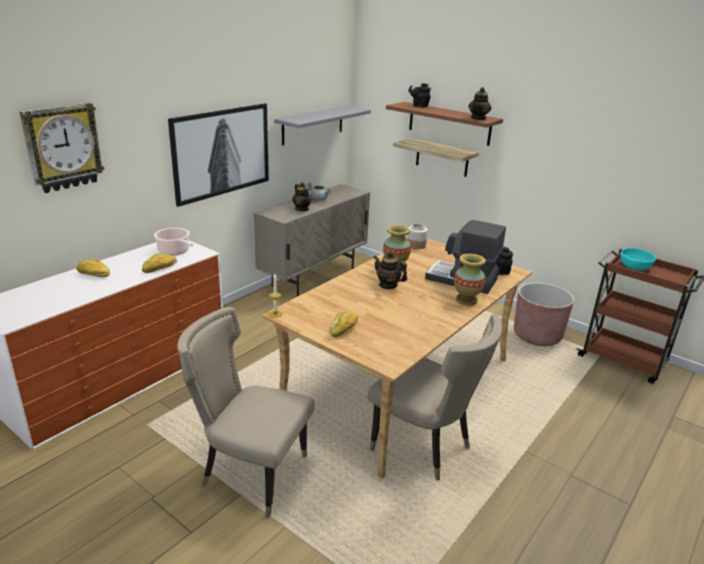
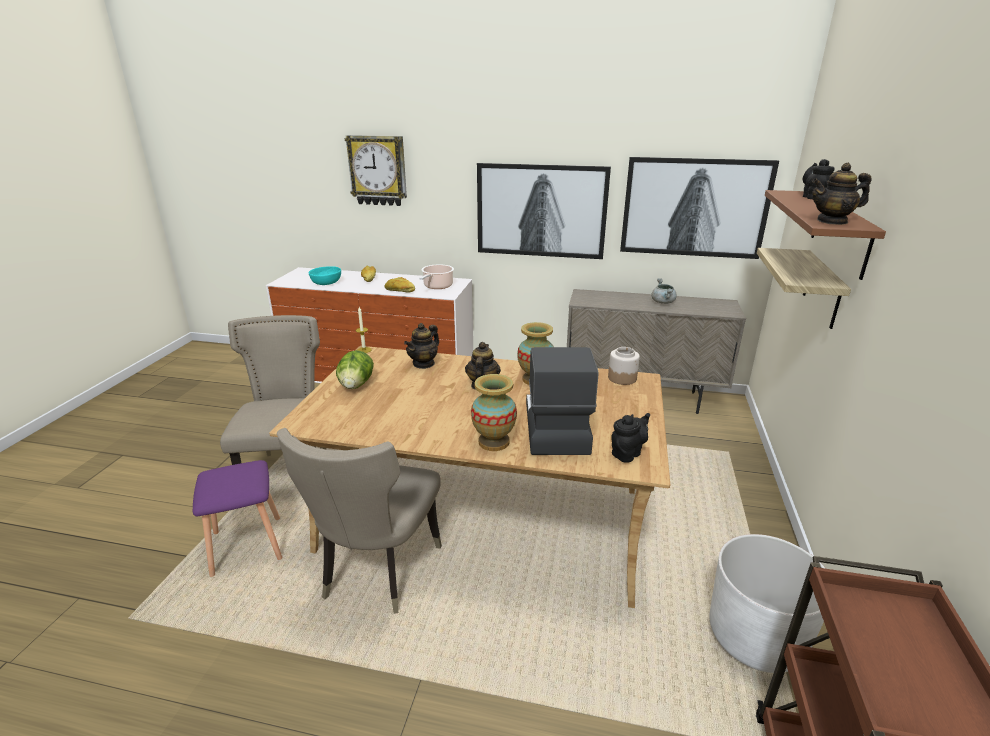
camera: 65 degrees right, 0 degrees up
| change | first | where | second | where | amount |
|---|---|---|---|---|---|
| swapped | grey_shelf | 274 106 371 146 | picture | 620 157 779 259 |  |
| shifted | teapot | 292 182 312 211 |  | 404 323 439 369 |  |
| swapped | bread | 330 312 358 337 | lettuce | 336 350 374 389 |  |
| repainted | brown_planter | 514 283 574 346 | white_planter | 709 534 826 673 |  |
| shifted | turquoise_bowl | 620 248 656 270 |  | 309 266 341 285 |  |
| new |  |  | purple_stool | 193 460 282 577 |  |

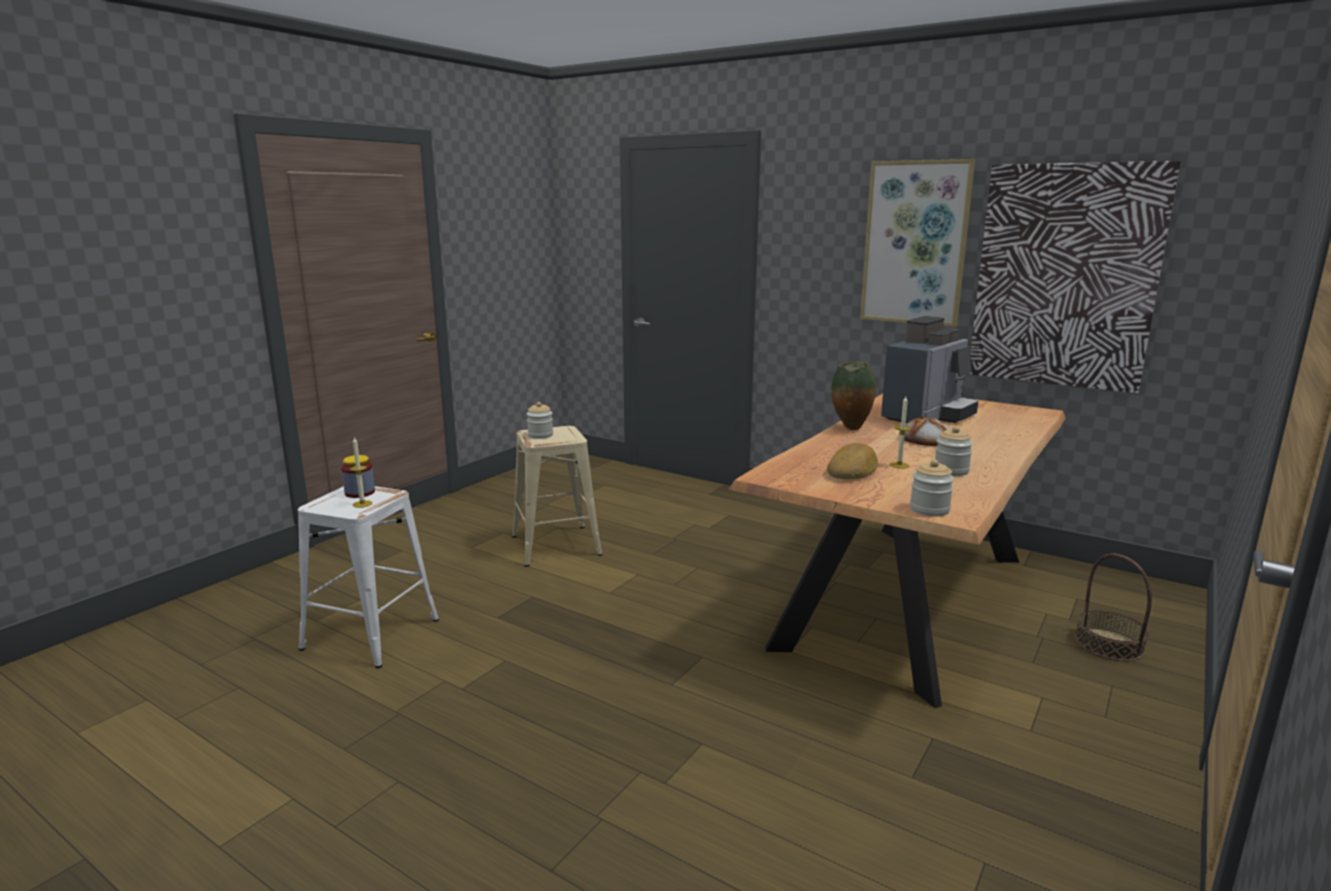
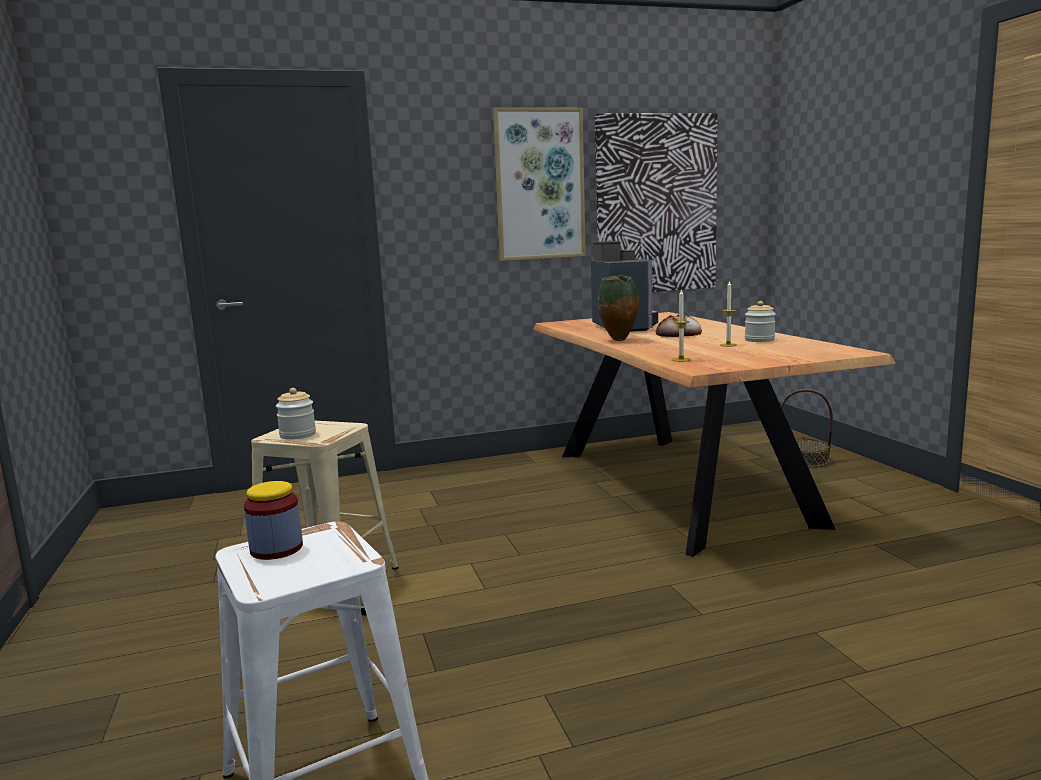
camera: 50 degrees left, 5 degrees down
| change | first | where | second | where | amount |
|---|---|---|---|---|---|
| shifted | candle | 350 437 372 508 |  | 672 289 691 362 |  |
| gone | bread | 827 443 878 480 |  |  |  |
| gone | jar | 910 460 954 517 |  |  |  |

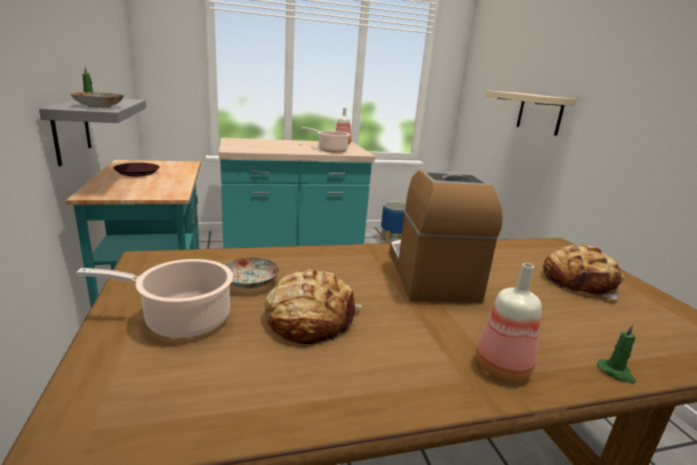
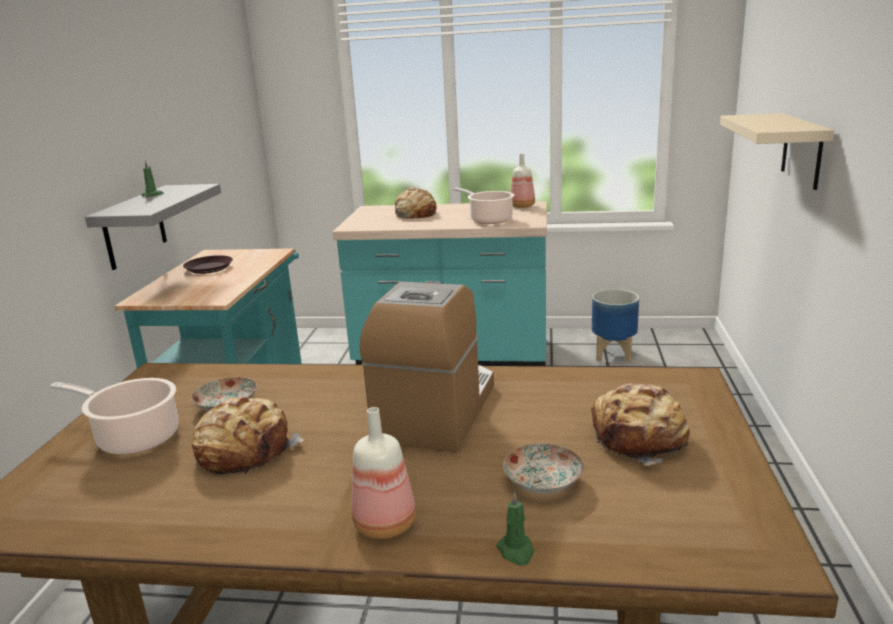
camera: 25 degrees right, 0 degrees up
| change | first | where | second | where | amount |
|---|---|---|---|---|---|
| shifted | plate | 70 92 124 108 |  | 503 443 584 494 |  |
| new |  |  | bread | 395 188 437 219 |  |

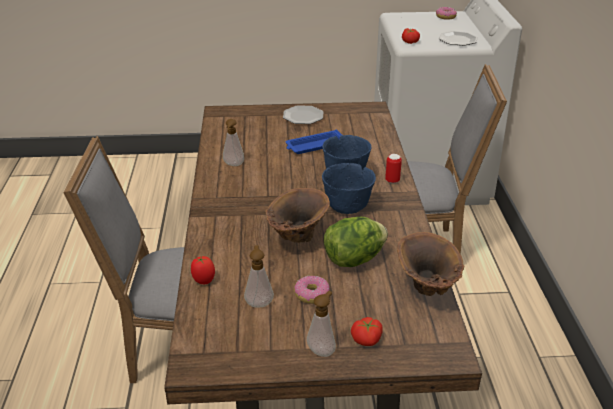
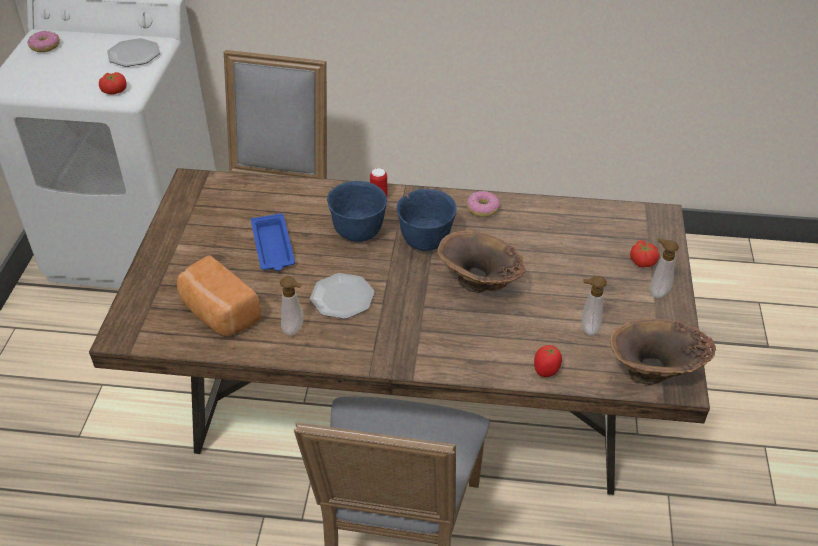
camera: 80 degrees left, 10 degrees up
| change | first | where | second | where | amount |
|---|---|---|---|---|---|
| shifted | plate | 283 105 323 124 |  | 310 273 375 319 |  |
| shifted | donut | 294 276 330 304 |  | 467 191 500 217 |  |
| gone | lettuce | 324 217 388 267 |  |  |  |
| shifted | brown_vase | 397 232 464 296 |  | 610 319 716 385 |  |
| new |  |  | bread | 177 255 261 336 |  |

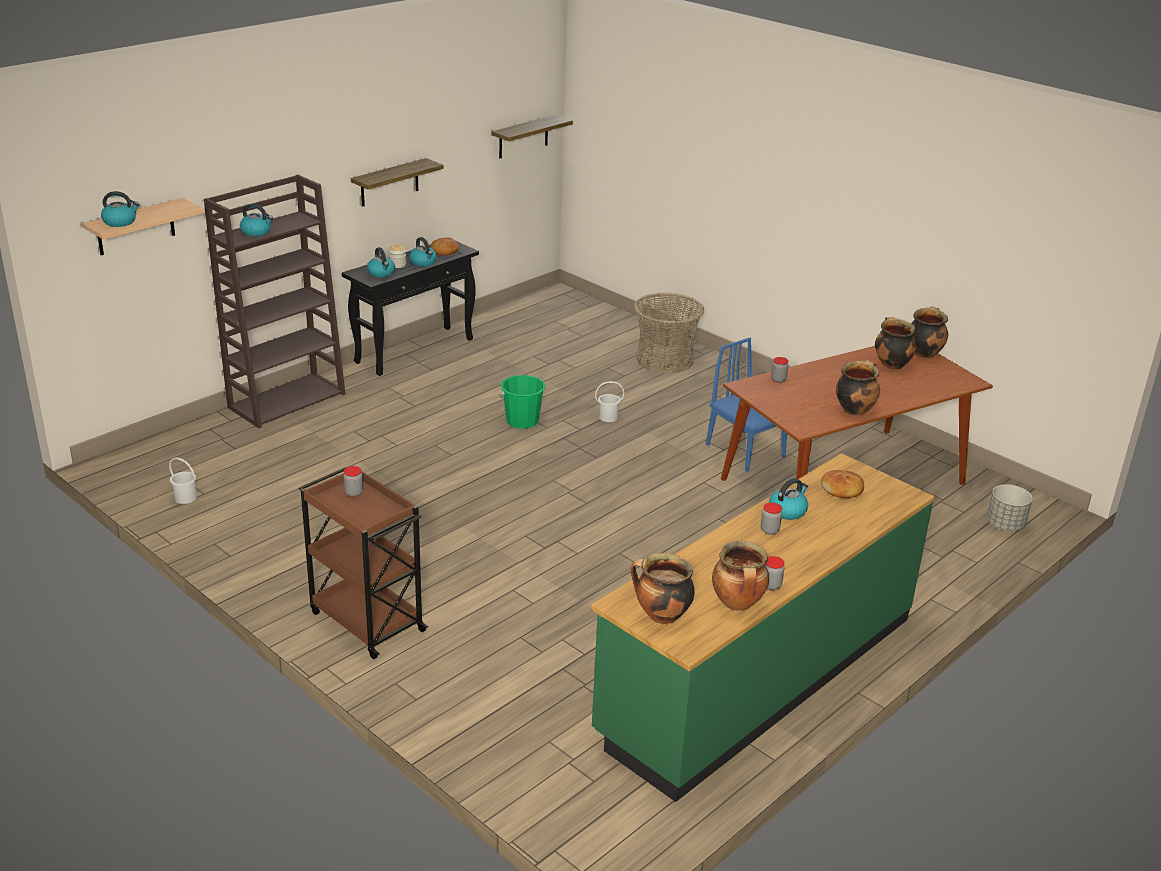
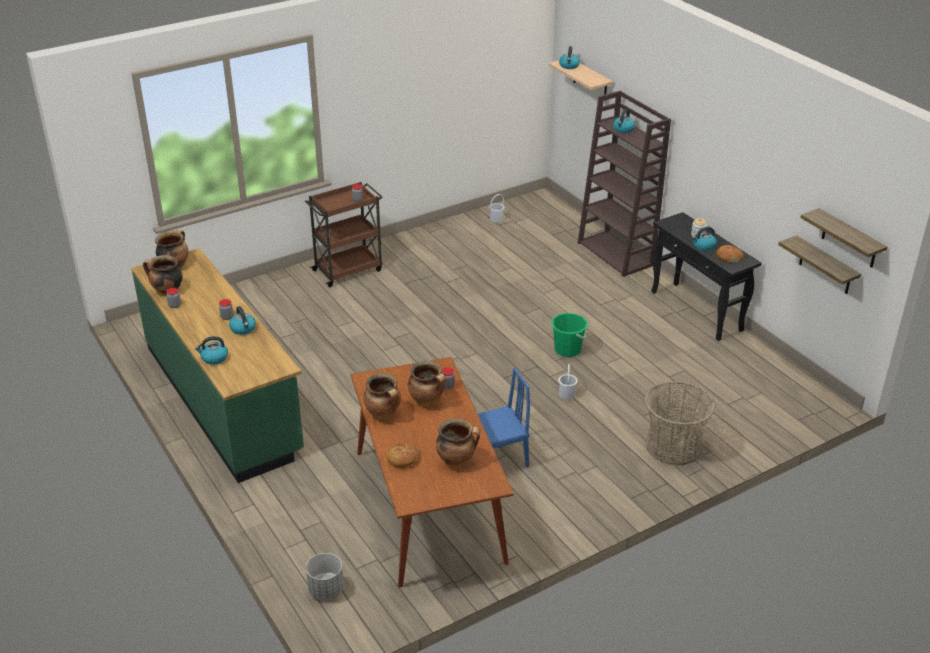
camera: 105 degrees right, 5 degrees up
| change | first | where | second | where | amount |
|---|---|---|---|---|---|
| shifted | shelf | 351 158 444 207 |  | 778 235 861 294 |  |
| shifted | kettle | 367 247 395 277 |  | 195 336 228 365 |  |
| shifted | bread | 821 470 864 498 |  | 387 442 418 468 |  |
| shifted | cooking_pot | 911 306 948 358 |  | 408 361 446 406 |  |

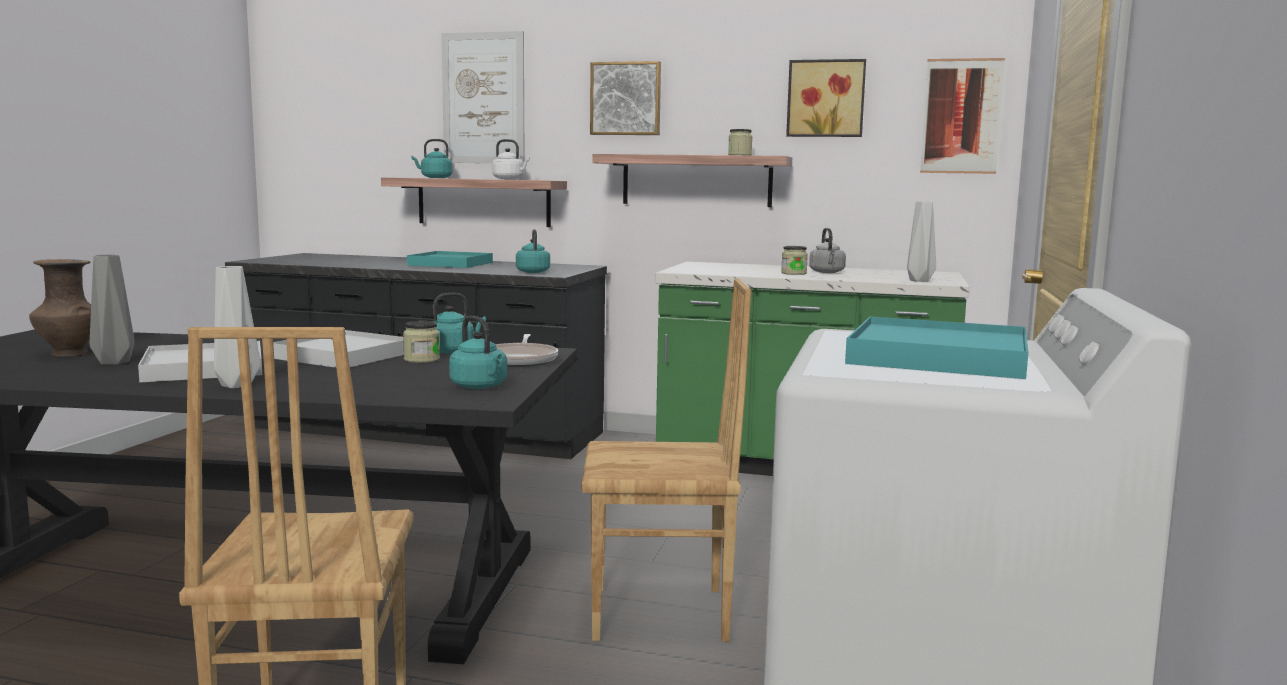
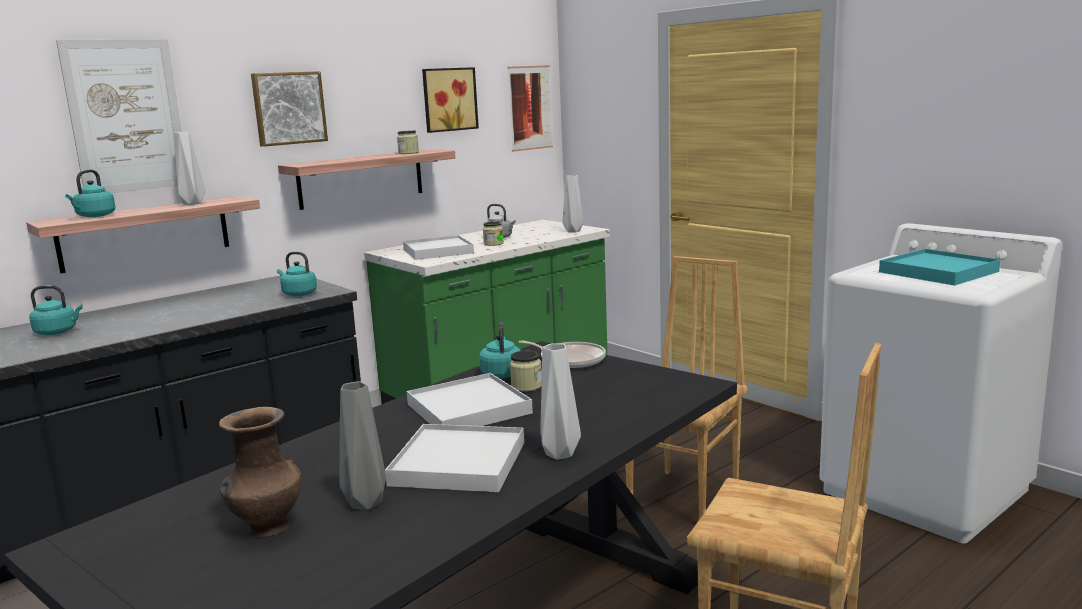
camera: 55 degrees left, 5 degrees up
| change | first | where | second | where | amount |
|---|---|---|---|---|---|
| gone | turquoise_tray | 407 251 493 268 |  |  |  |
| shifted | turquoise_kettle | 449 316 507 389 |  | 29 285 83 335 |  |
| swapped | white_kettle | 492 139 530 179 | grey_vase | 174 132 206 205 |  |
| new |  |  | white_tray | 403 235 474 260 |  |

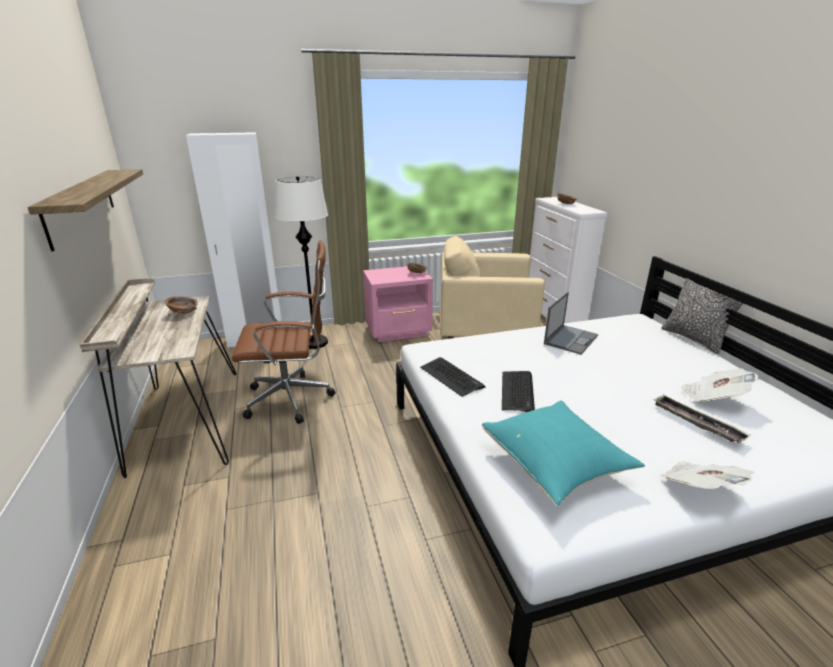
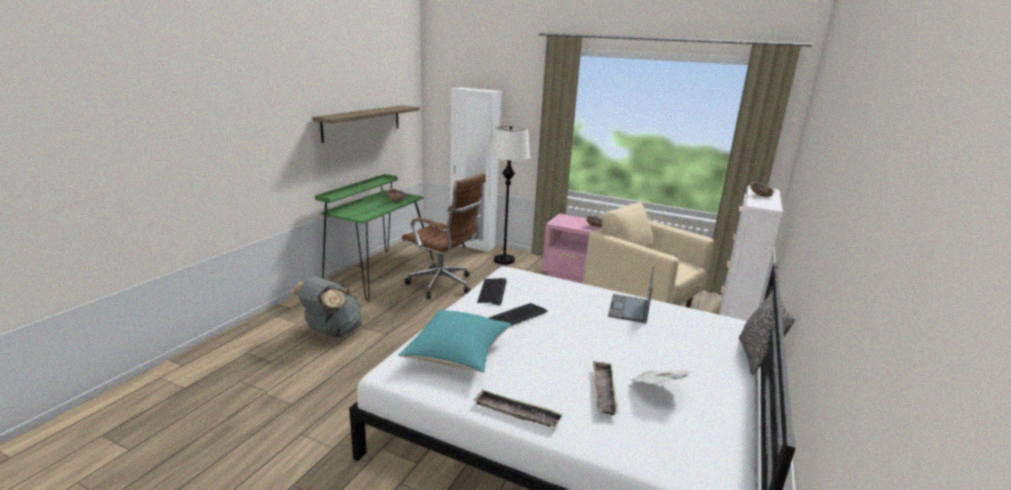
camera: 40 degrees right, 5 degrees down
| change | first | where | second | where | amount |
|---|---|---|---|---|---|
| repainted | beige_desk | 80 278 237 478 | green_desk | 315 174 433 301 |  |
| rotated | laptop | 544 292 598 355 |  | 608 268 654 323 | 120 degrees clockwise |
| swapped | newspaper | 660 461 755 489 | tray | 473 390 563 427 |  |
| new |  |  | grey_backpack | 291 277 362 337 |  |

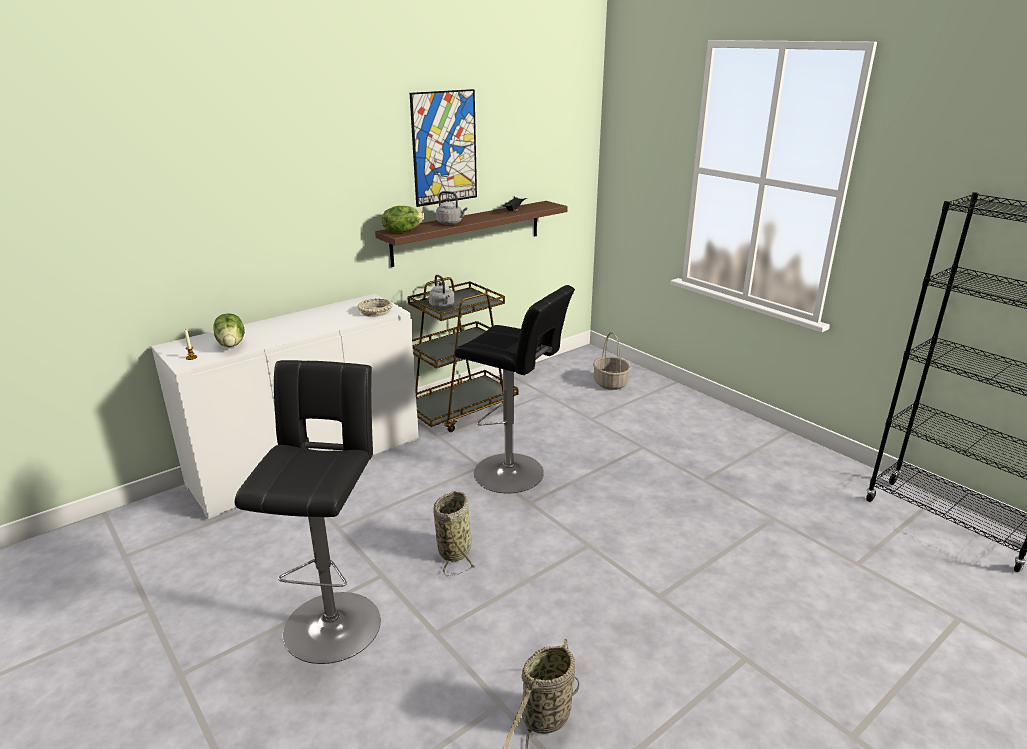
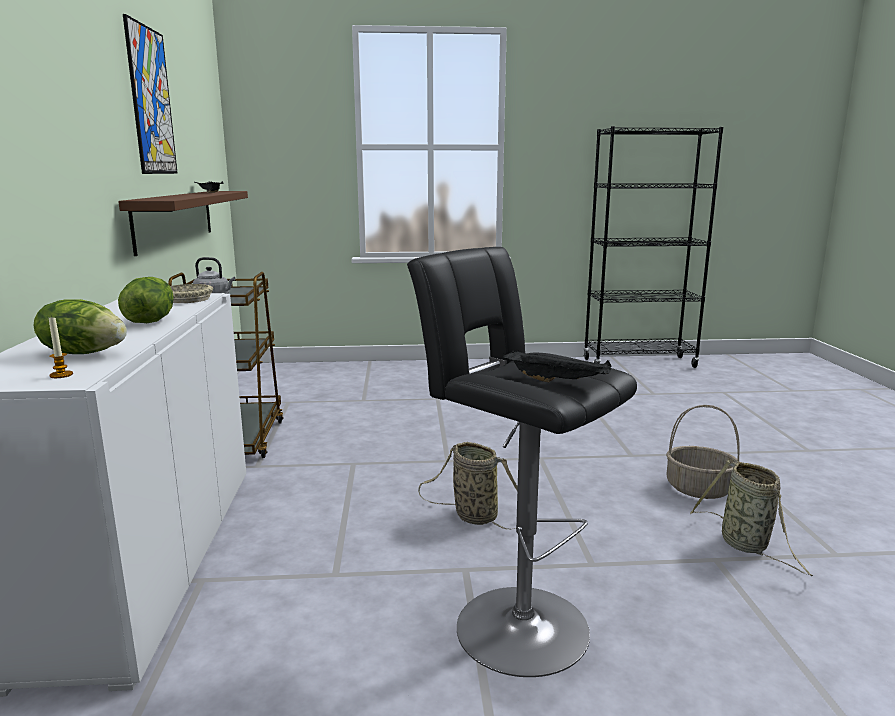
camera: 55 degrees left, 10 degrees down
| change | first | where | second | where | amount |
|---|---|---|---|---|---|
| shifted | lettuce | 382 206 424 233 |  | 118 277 174 323 |  |
| gone | grey_kettle | 436 191 467 225 |  |  |  |
| gone | black_stool | 454 285 575 493 |  |  |  |
| shifted | basket | 593 332 631 390 |  | 666 405 740 499 |  |
| new |  |  | black_tray | 503 350 611 382 |  |

